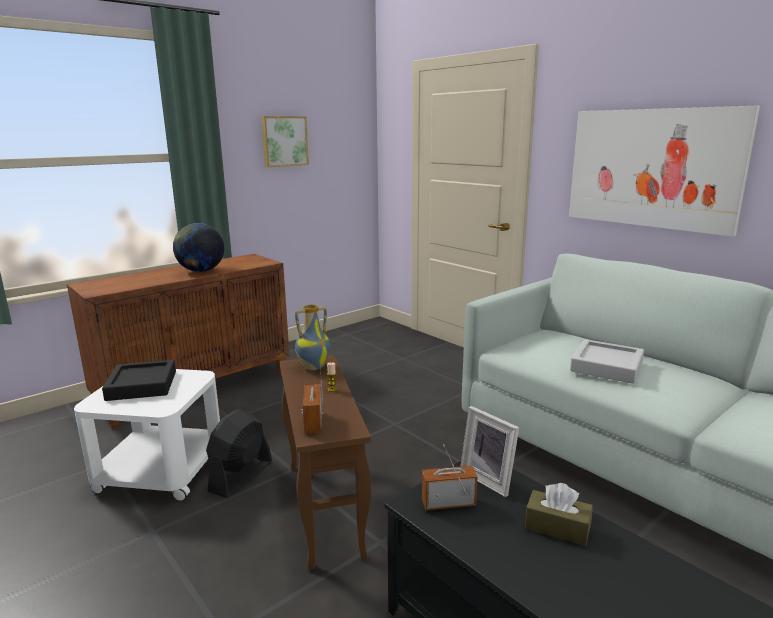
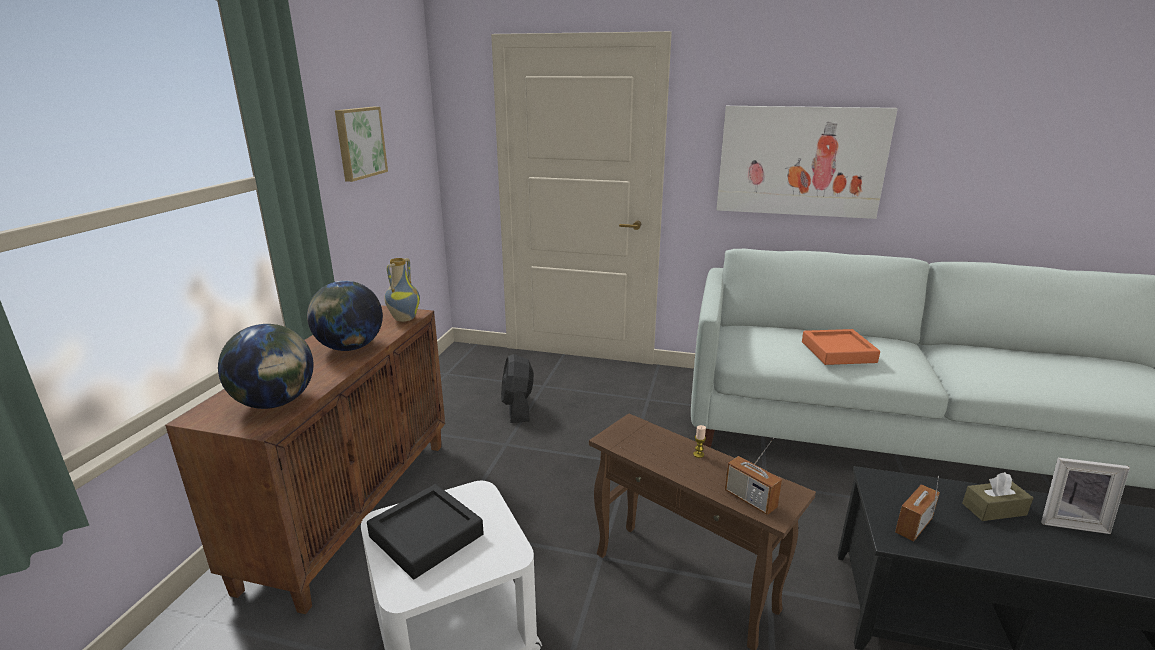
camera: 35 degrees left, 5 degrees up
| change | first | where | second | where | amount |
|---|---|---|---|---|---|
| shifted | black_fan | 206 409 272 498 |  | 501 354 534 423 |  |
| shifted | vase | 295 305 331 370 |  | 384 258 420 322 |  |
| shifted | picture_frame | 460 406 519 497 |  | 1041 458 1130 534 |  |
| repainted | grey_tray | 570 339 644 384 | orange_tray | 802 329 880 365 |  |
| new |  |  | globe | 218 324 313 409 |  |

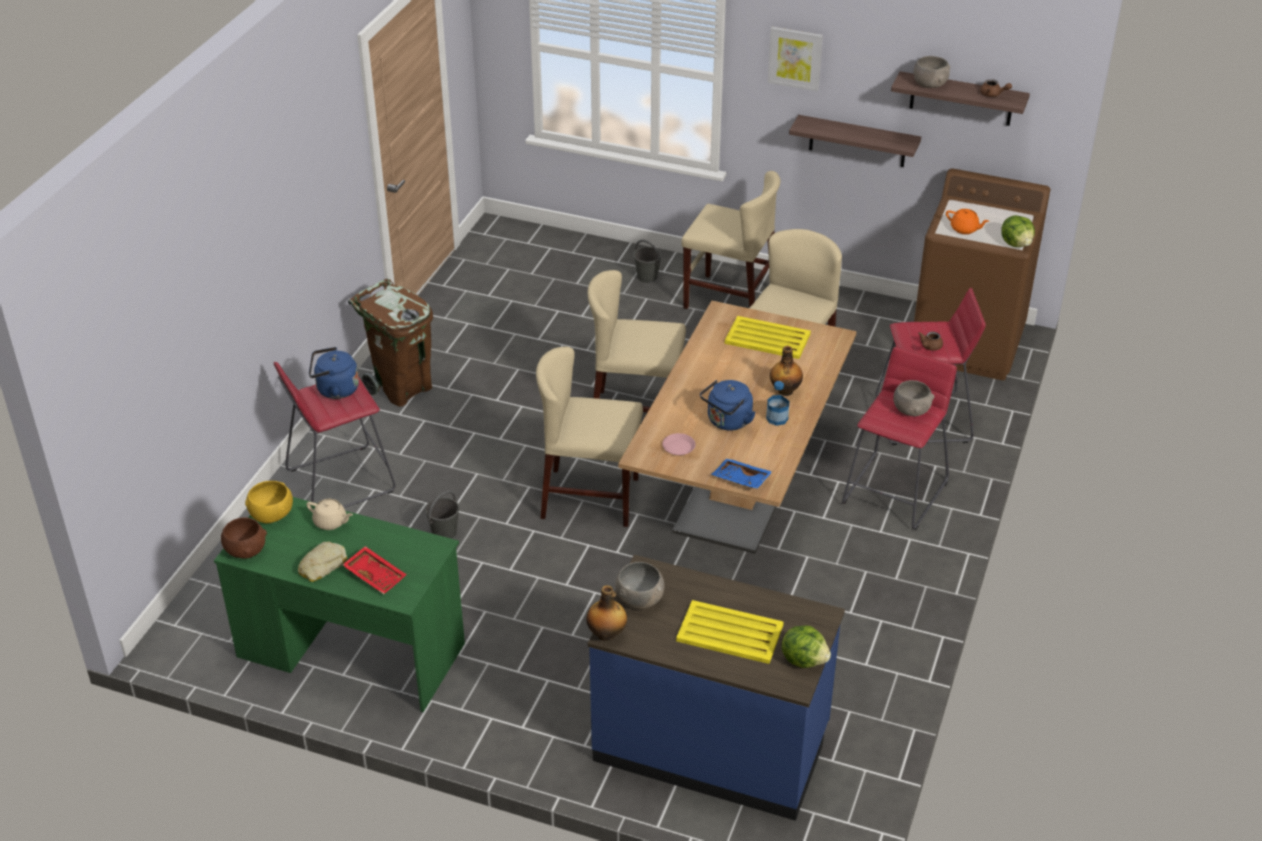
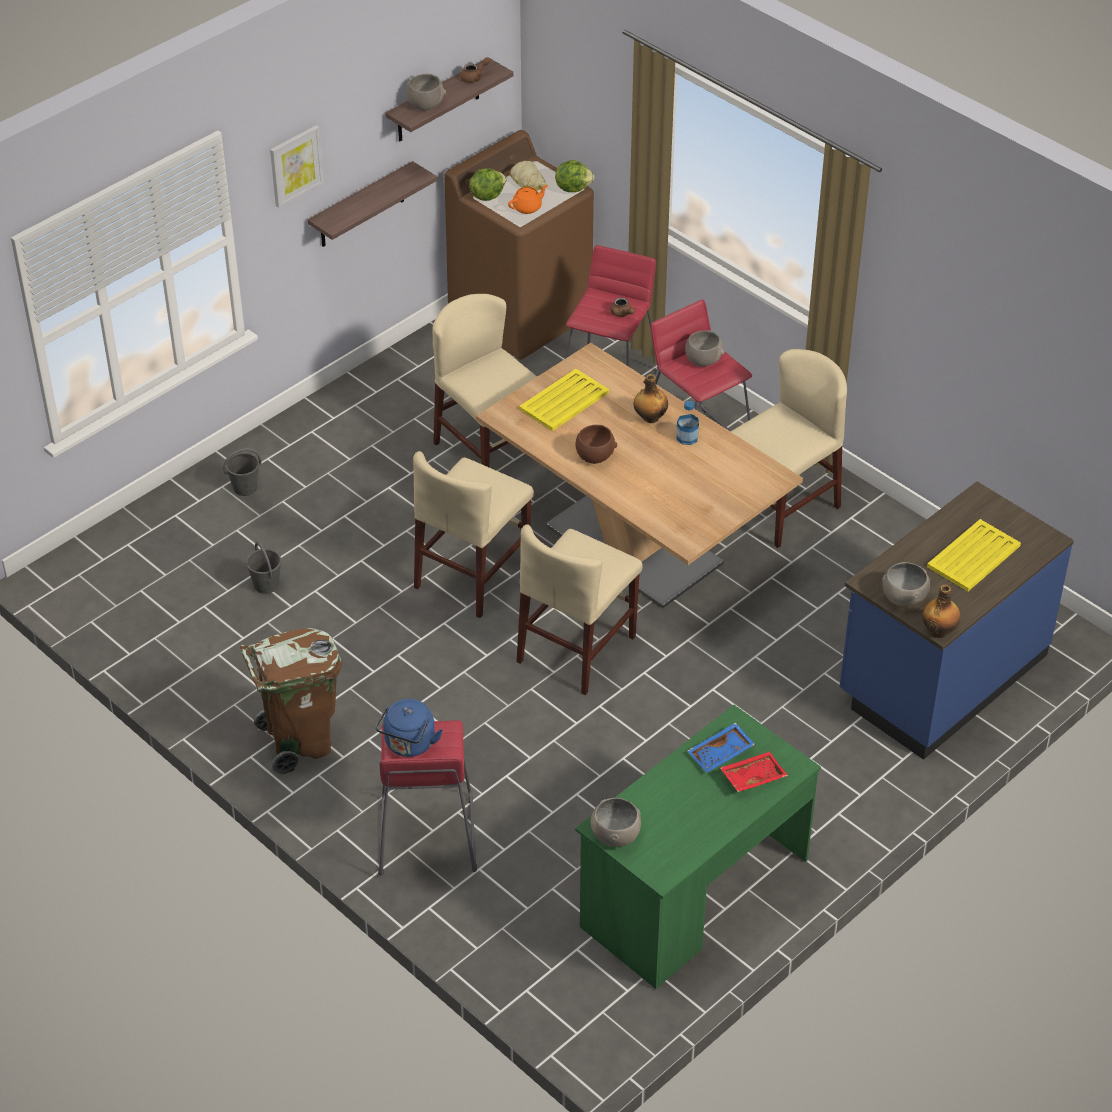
camera: 65 degrees left, 5 degrees up
| change | first | where | second | where | amount |
|---|---|---|---|---|---|
| shifted | brown_bowl | 221 517 267 559 |  | 576 425 617 464 |  |
| repainted | yellow_bowl | 245 481 293 523 | grey_bowl | 591 798 641 847 |  |
| shifted | bread | 298 541 347 582 |  | 510 161 546 190 |  |
| gone | beige_teapot | 307 499 353 530 |  |  |  |
| shifted | grey_bucket | 425 490 460 539 |  | 246 541 281 594 |  |
| gone | pink_plate | 662 433 696 455 |  |  |  |
| shifted | beige_chair | 681 171 780 309 |  | 730 349 847 548 |  |
| gone | blue_kettle | 700 380 756 431 |  |  |  |
| shifted | blue_tray | 711 458 772 489 |  | 687 723 755 773 |  |
| shifted | lettuce | 781 625 831 668 |  | 469 168 507 201 |  |

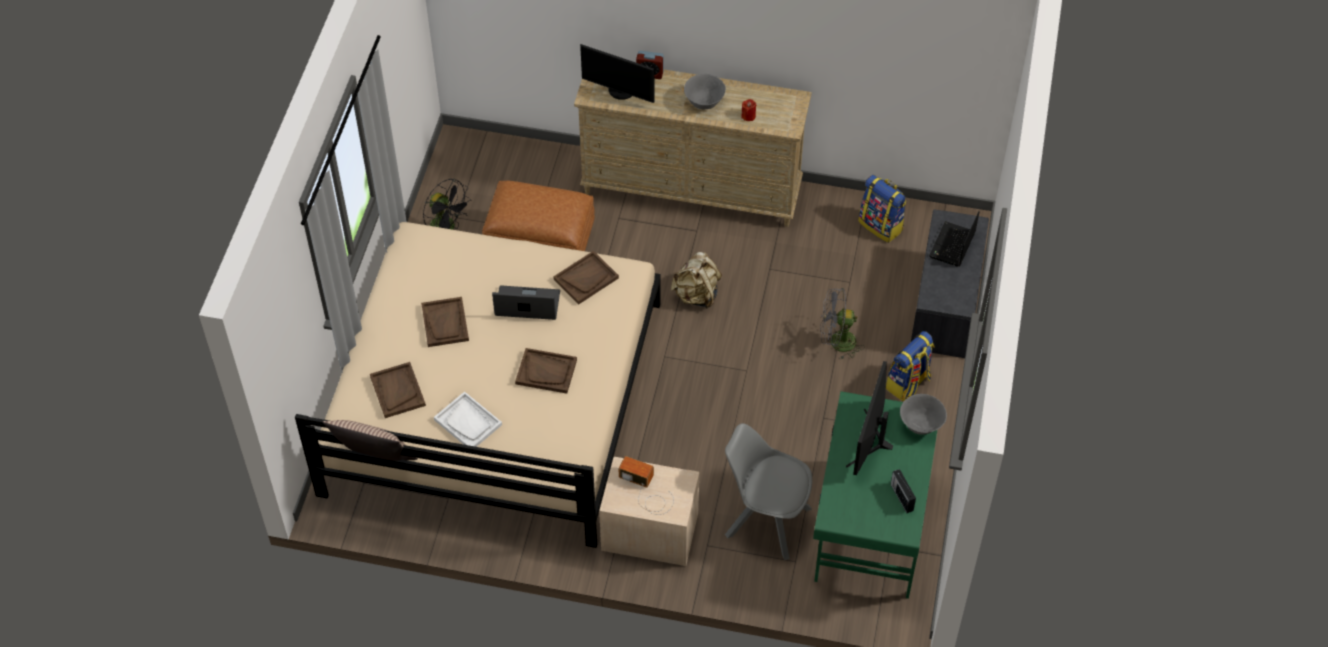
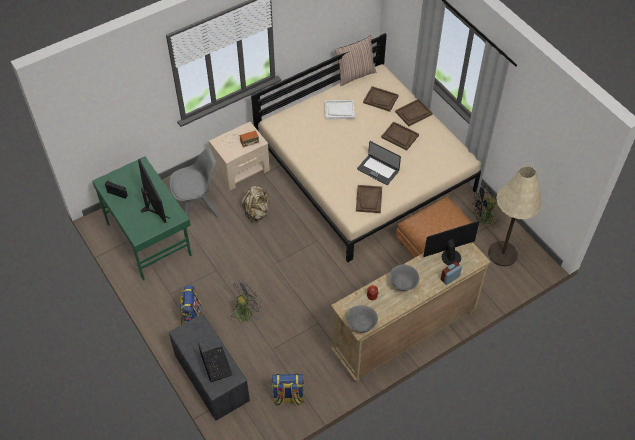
camera: 135 degrees right, 0 degrees up
| change | first | where | second | where | amount |
|---|---|---|---|---|---|
| rotated | laptop | 492 286 560 320 |  | 357 141 401 185 | 75 degrees clockwise |
| shifted | brown_tray | 515 348 577 394 |  | 395 99 433 126 |  |
| shifted | beige_backpack | 671 252 722 309 |  | 241 186 270 223 |  |
| shifted | grey_bowl | 900 394 947 435 |  | 346 305 378 333 |  |
| new |  |  | beige_floor_lamp | 488 166 541 266 |  |

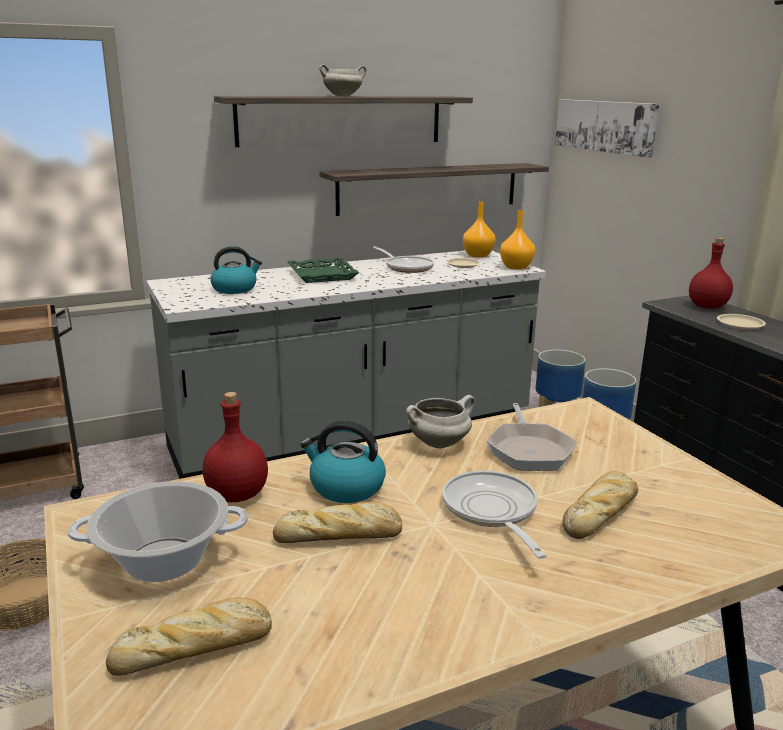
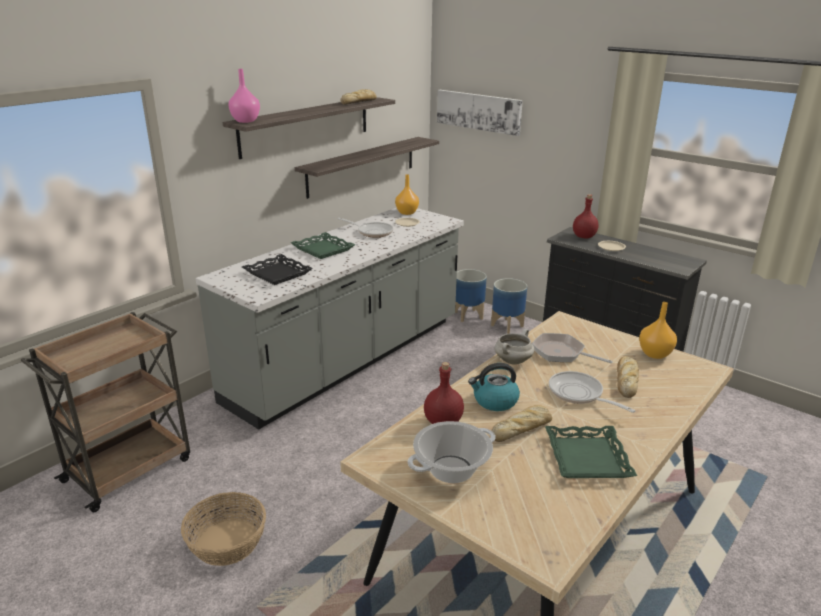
camera: 25 degrees left, 5 degrees up
| change | first | where | second | where | amount |
|---|---|---|---|---|---|
| shifted | bread | 106 597 272 676 |  | 340 89 376 105 |  |
| swapped | kettle | 210 246 262 294 | black_tray | 242 254 313 285 |  |
| gone | white_cooking_pot | 319 64 366 97 |  |  |  |
| rotated | frying_pan | 487 403 577 471 |  | 532 333 613 364 | 150 degrees clockwise |
| shifted | orange_vase | 500 210 535 270 |  | 639 302 677 359 |  |
| new |  |  | pink_vase | 228 69 260 123 |  |
| new |  |  | green_tray | 545 426 637 478 |  |

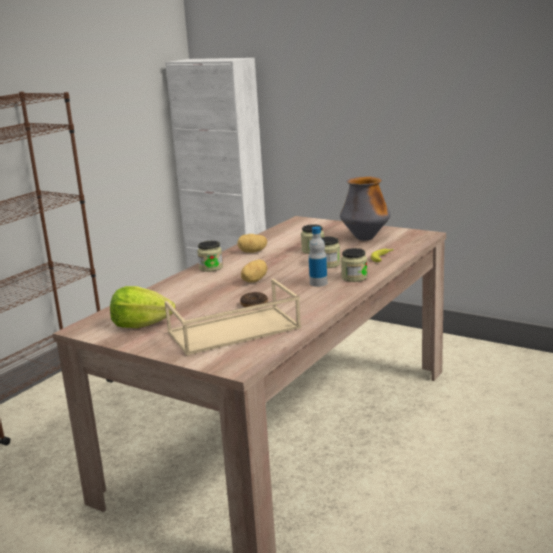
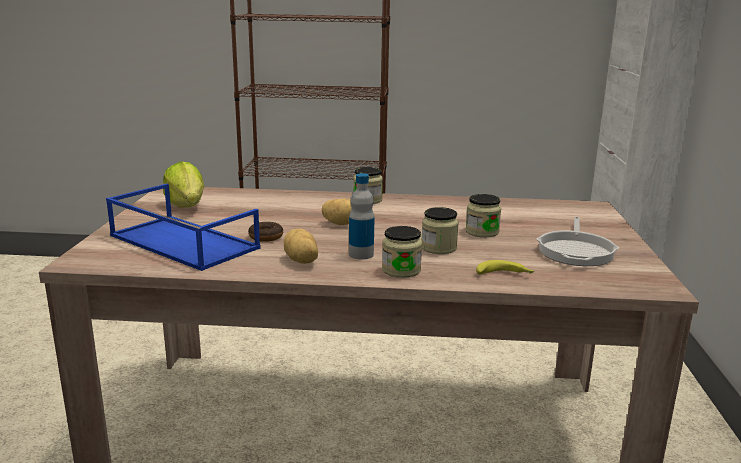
camera: 60 degrees right, 0 degrees up
| change | first | where | second | where | amount |
|---|---|---|---|---|---|
| repainted | beige_tray | 165 279 301 355 | blue_tray | 106 184 261 271 |  |
| shifted | potato | 237 234 267 253 |  | 284 229 318 264 |  |
| swapped | vase | 340 176 391 241 | frying_pan | 537 217 619 266 |  |

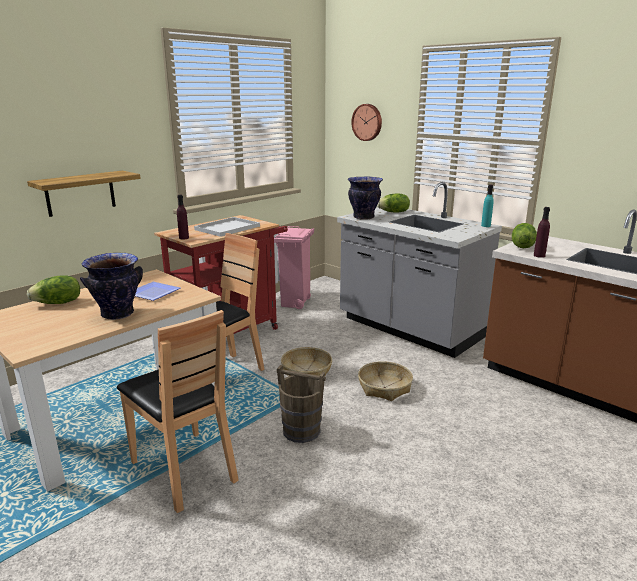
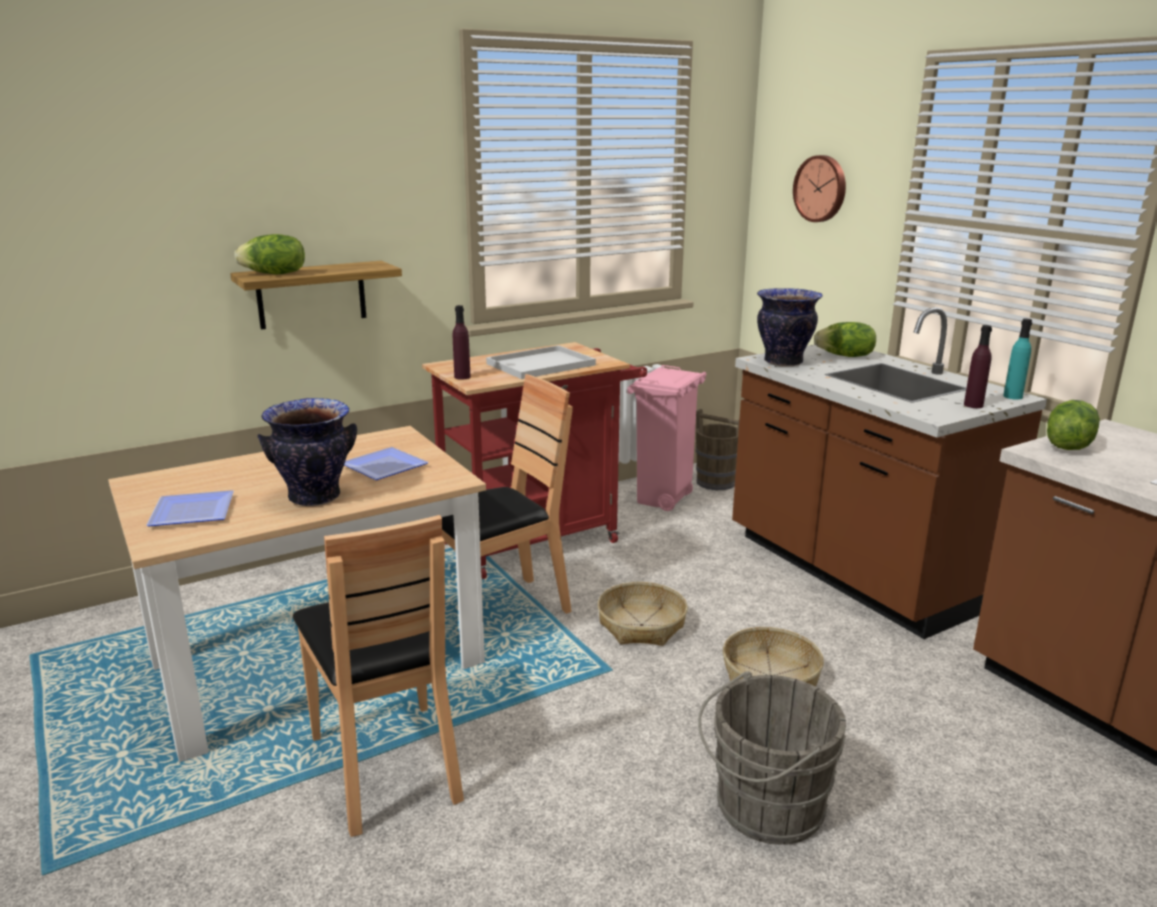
camera: 15 degrees right, 0 degrees up
| change | first | where | second | where | amount |
|---|---|---|---|---|---|
| shifted | lettuce | 27 275 80 304 |  | 234 234 305 274 |  |
| shifted | brown_bucket | 277 364 326 443 |  | 696 409 739 490 |  |
| repainted | grey_counter | 337 182 502 358 | brown_counter | 732 307 1047 639 |  |
| shifted | purple_bottle | 534 207 550 258 |  | 964 325 992 408 |  |
| new |  |  | plate | 146 490 234 526 |  |
| new |  |  | grey_bucket | 698 671 846 845 |  |

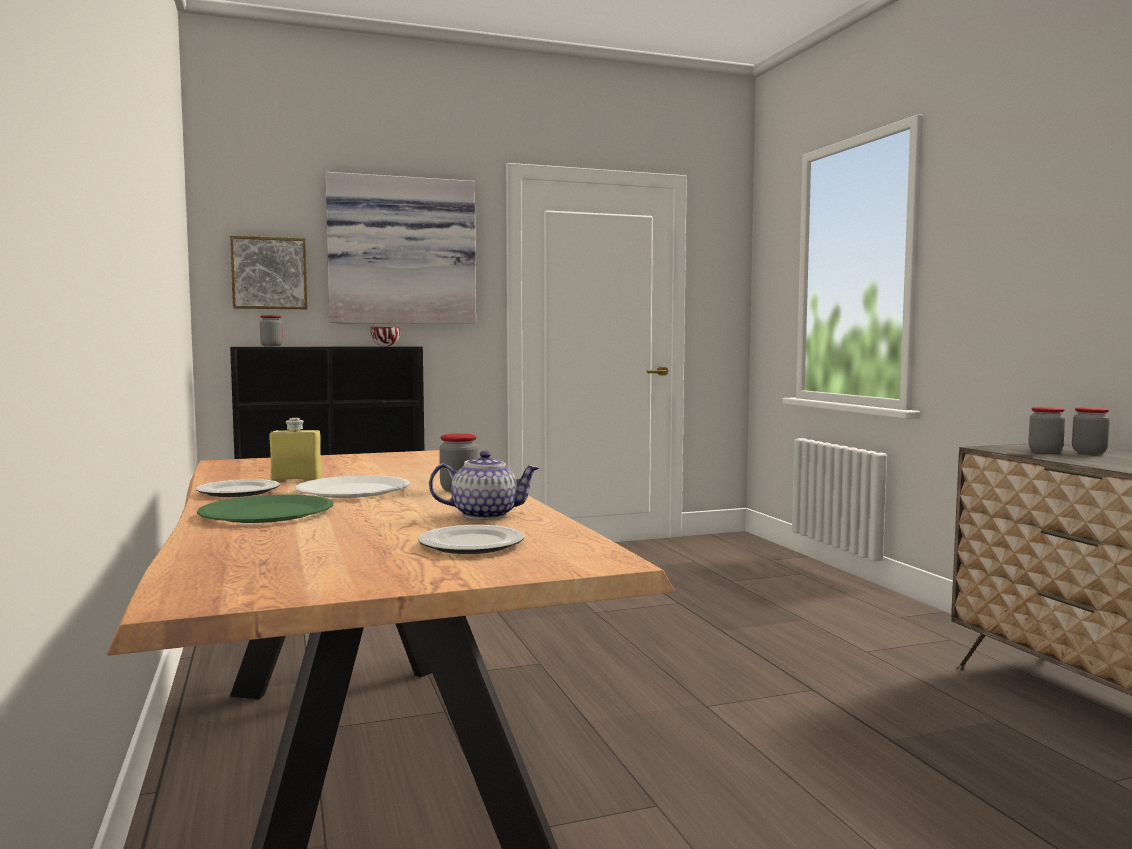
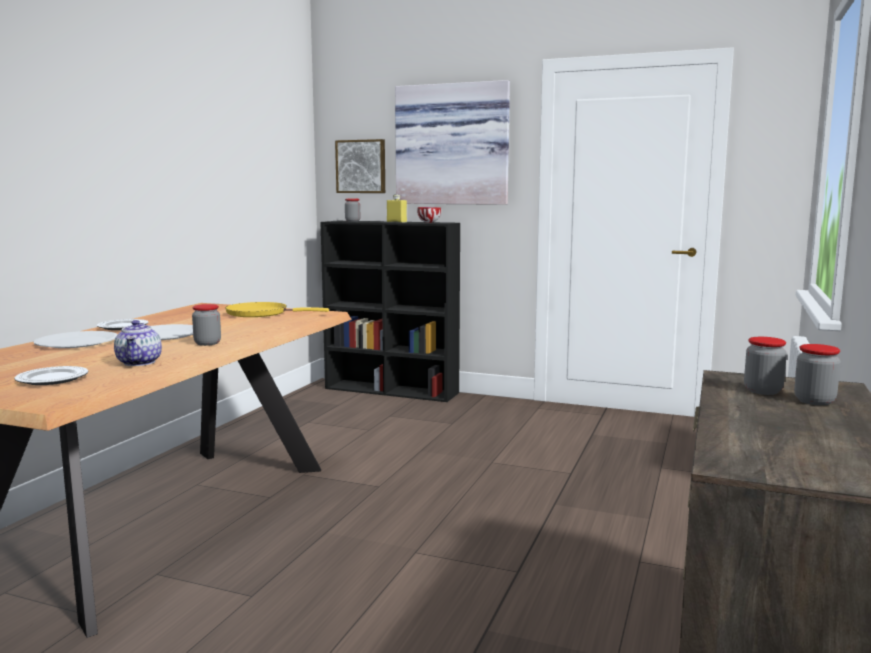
camera: 40 degrees right, 5 degrees up
| change | first | where | second | where | amount |
|---|---|---|---|---|---|
| repainted | green_plate | 197 495 333 523 | white_plate | 33 331 118 348 |  |
| shifted | yellow_bottle | 269 418 322 481 |  | 387 194 407 223 |  |
| rotated | teapot | 429 451 540 520 |  | 114 320 162 366 | 45 degrees clockwise |
| new |  |  | yellow_frying_pan | 225 302 329 317 |  |

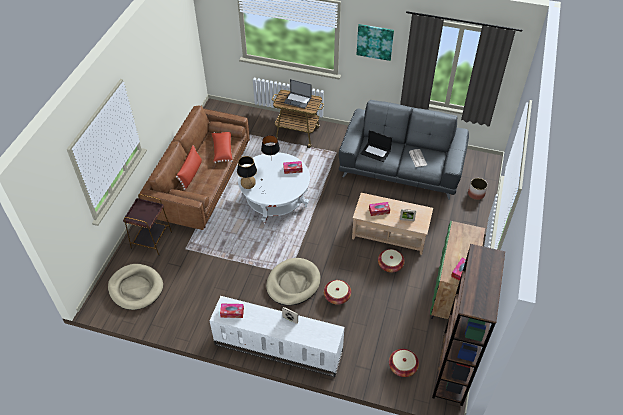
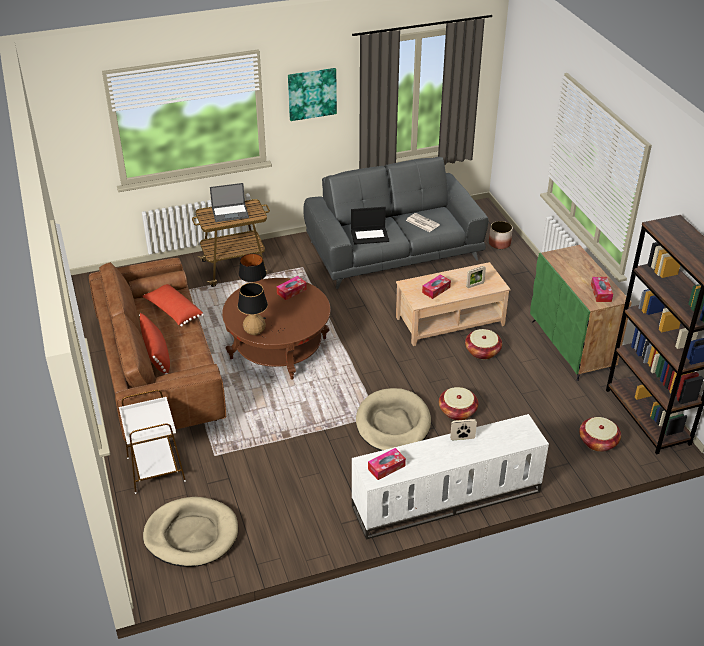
camera: 35 degrees left, 10 degrees down
| change | first | where | second | where | amount |
|---|---|---|---|---|---|
| repainted | brown_side_table | 123 194 172 256 | white_side_table | 119 390 186 494 |  |
| repainted | white_coffee_table | 238 152 310 224 | brown_coffee_table | 222 278 331 380 |  |

